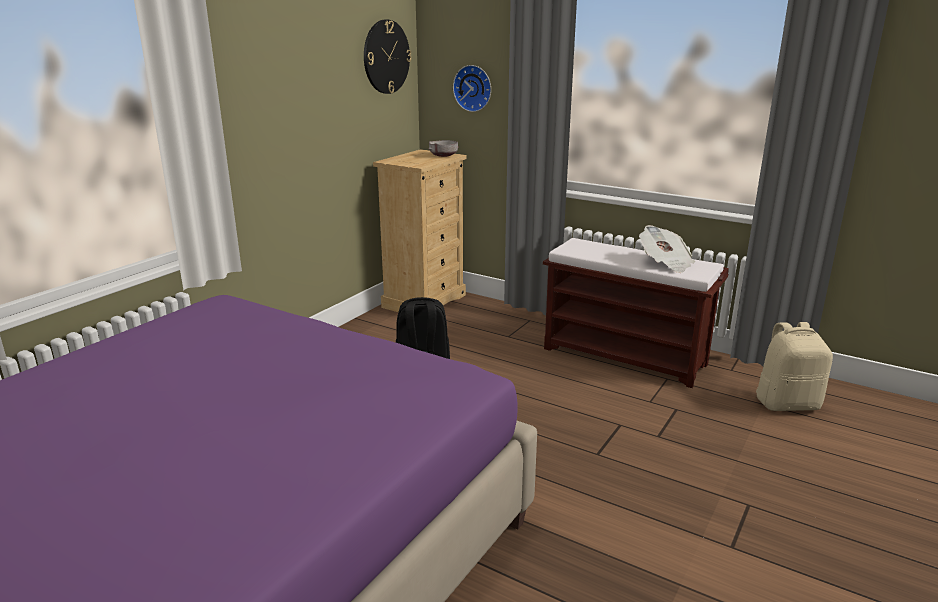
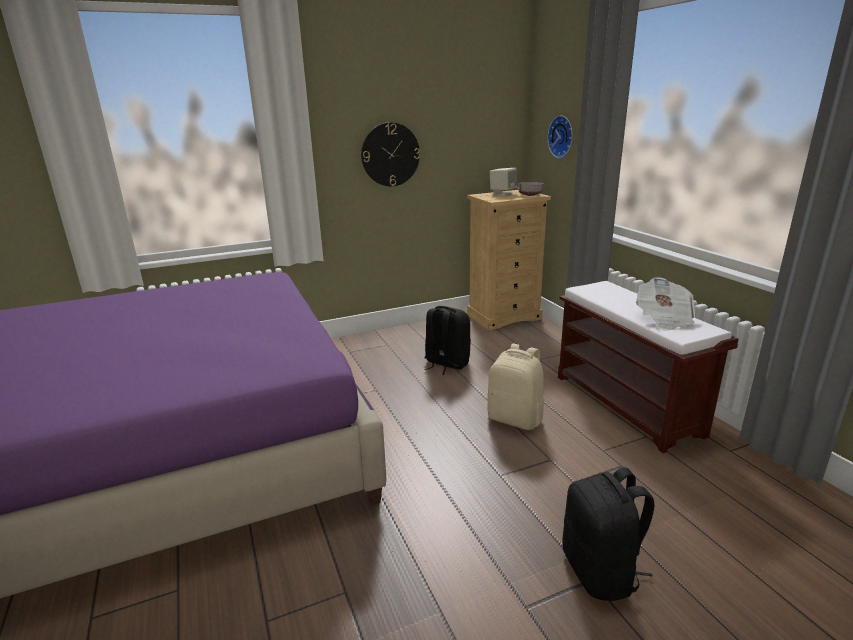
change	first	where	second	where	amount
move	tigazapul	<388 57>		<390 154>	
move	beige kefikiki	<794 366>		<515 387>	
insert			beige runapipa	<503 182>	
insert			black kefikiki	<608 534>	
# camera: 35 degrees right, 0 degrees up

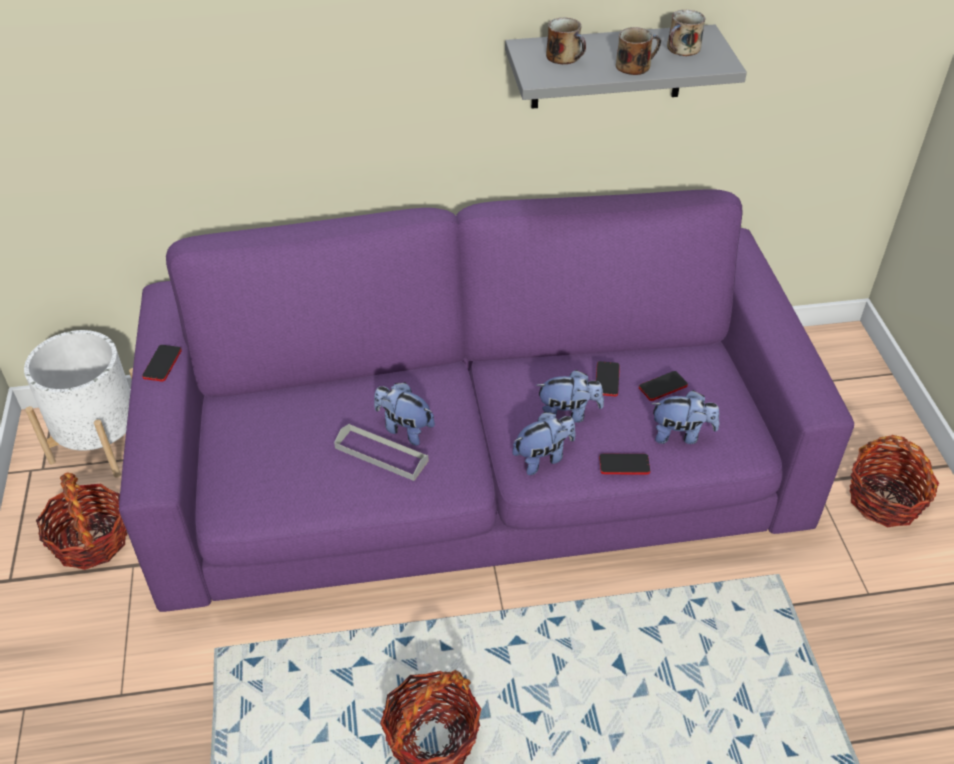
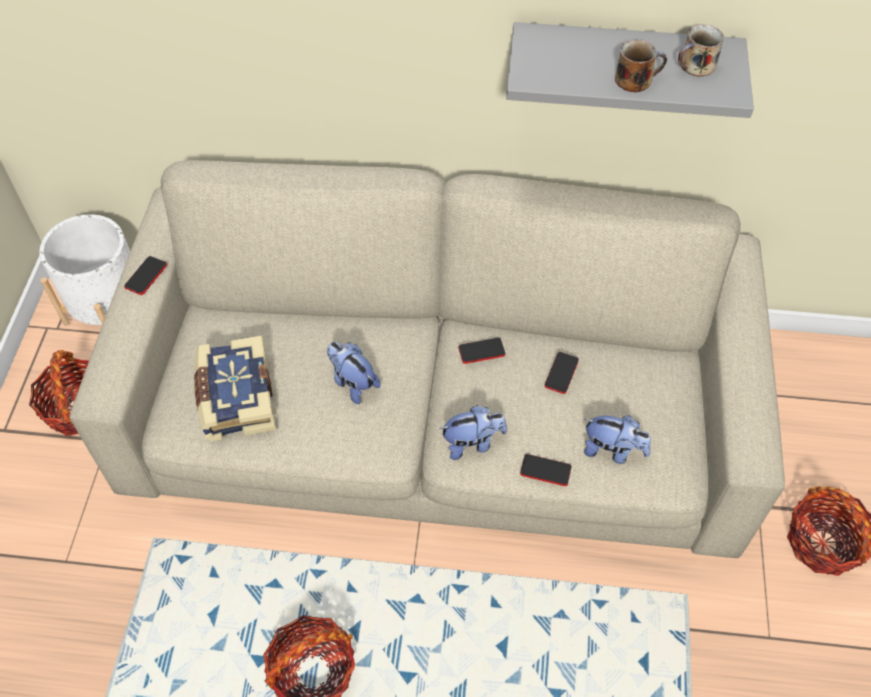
change	first	where	second	where	amount
recolor	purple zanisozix	<486 400>	beige zanisozix	<427 359>	
insert			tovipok	<235 388>	
move	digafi	<663 386>		<482 351>	
delete	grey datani	<381 452>			
delete	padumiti	<570 396>			
delete	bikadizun	<566 41>			
# camera: 15 degrees right, 10 degrees up

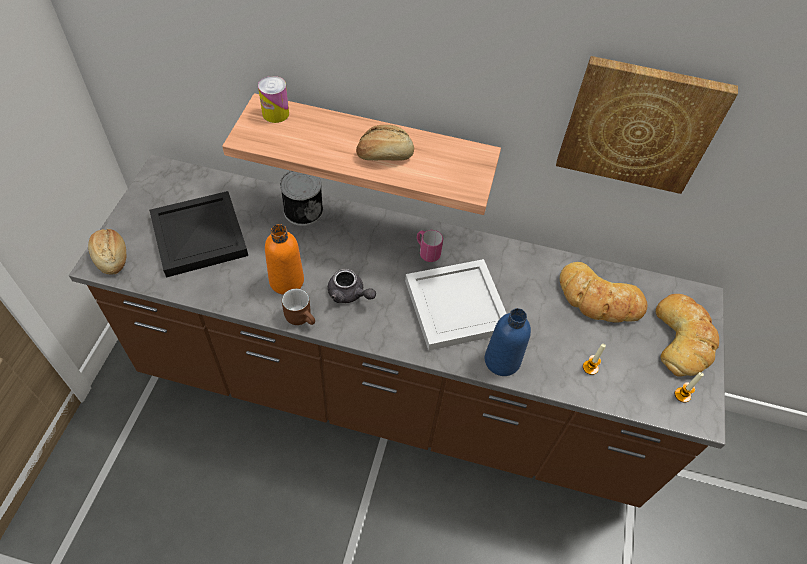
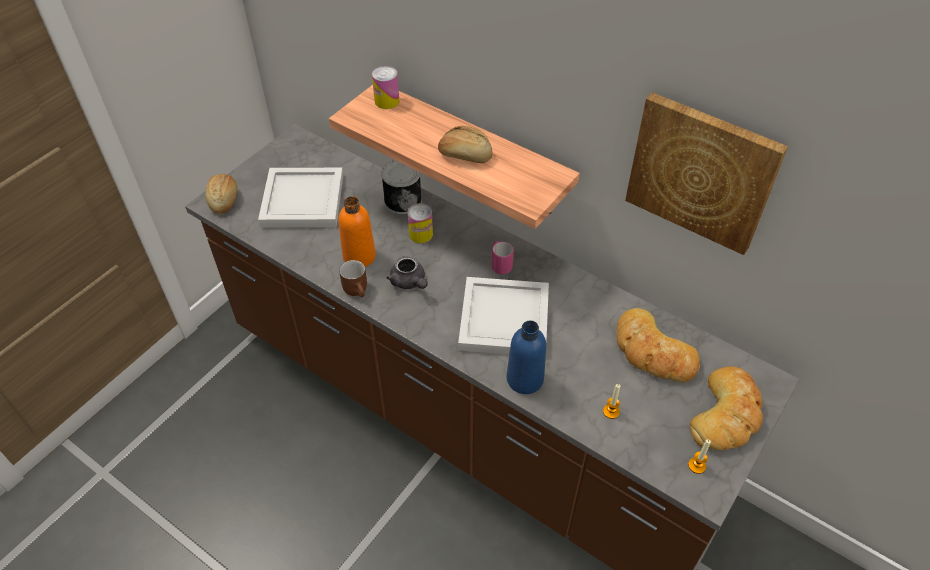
change	first	where	second	where	amount
recolor	black datani	<198 234>	white datani	<300 198>	
insert			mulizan	<420 223>	
# camera: 25 degrees right, 5 degrees down

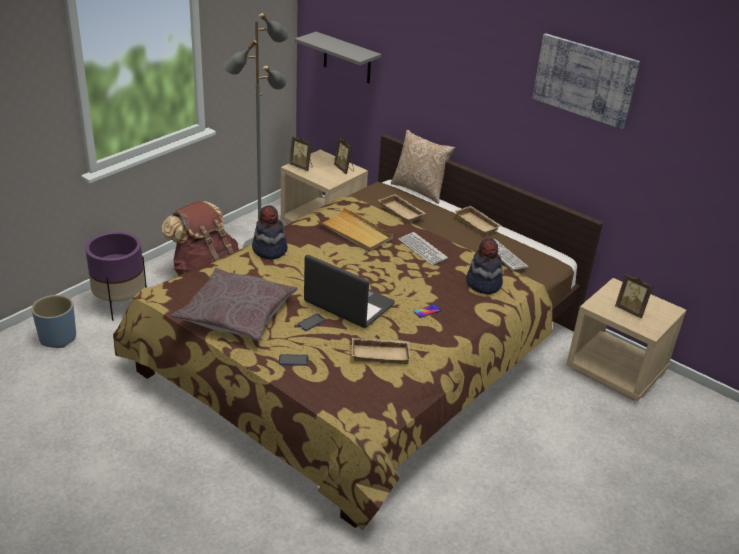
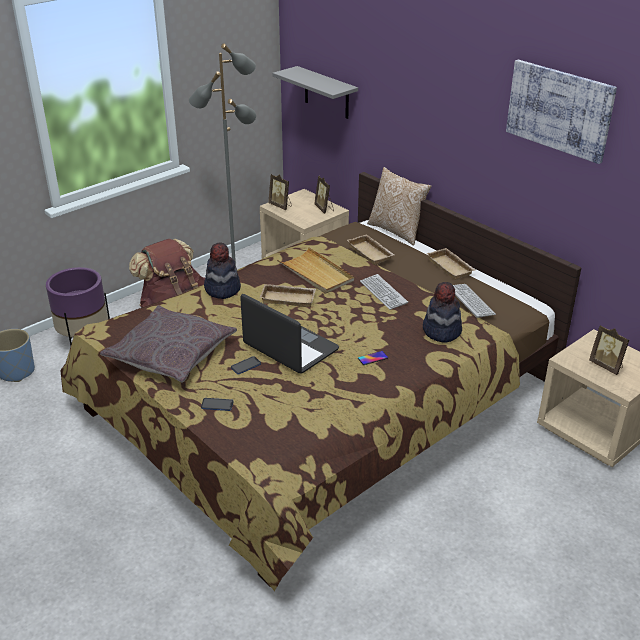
change	first	where	second	where	amount
move	beige datani	<380 351>		<288 295>	
# camera: 10 degrees right, 0 degrees up

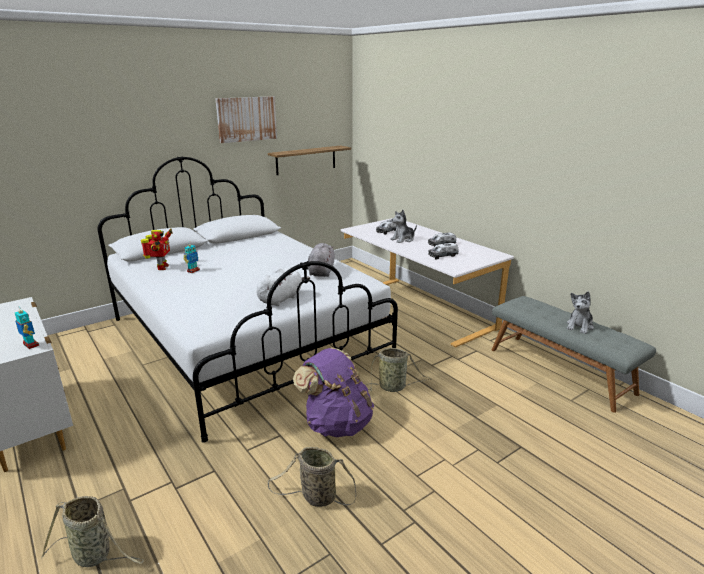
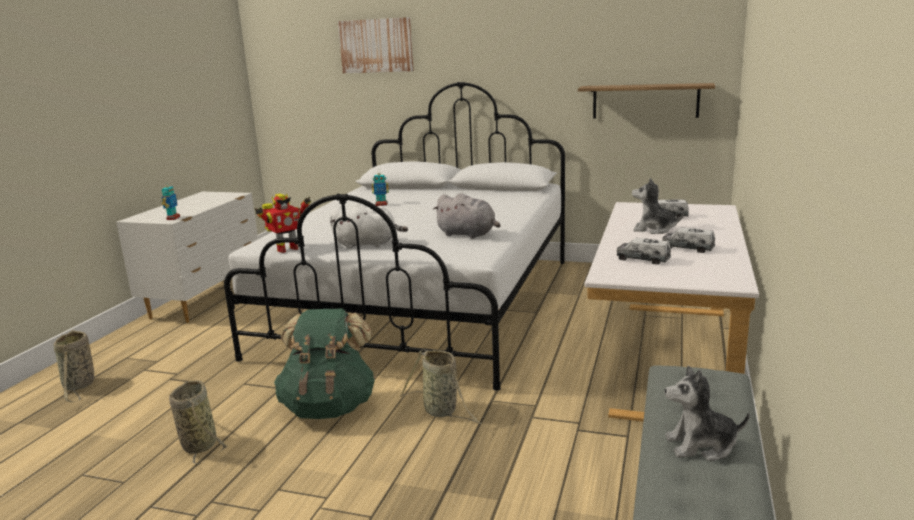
change	first	where	second	where	amount
move	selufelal	<157 249>		<283 223>	
recolor	purple kefikiki	<333 392>	green kefikiki	<325 364>	
move	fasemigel	<246 119>		<376 45>	
rotate	grey padumiti	<321 260>		<466 216>	60 degrees clockwise
# camera: 55 degrees right, 5 degrees down

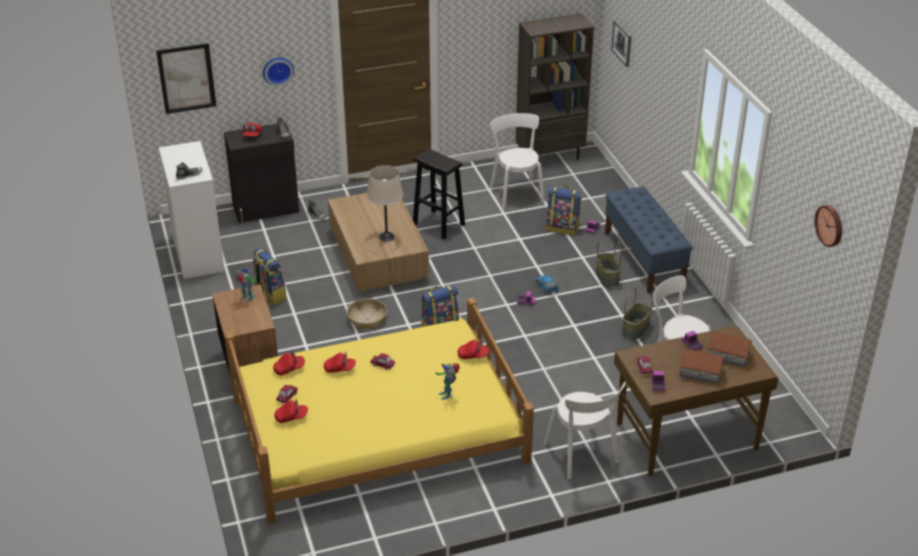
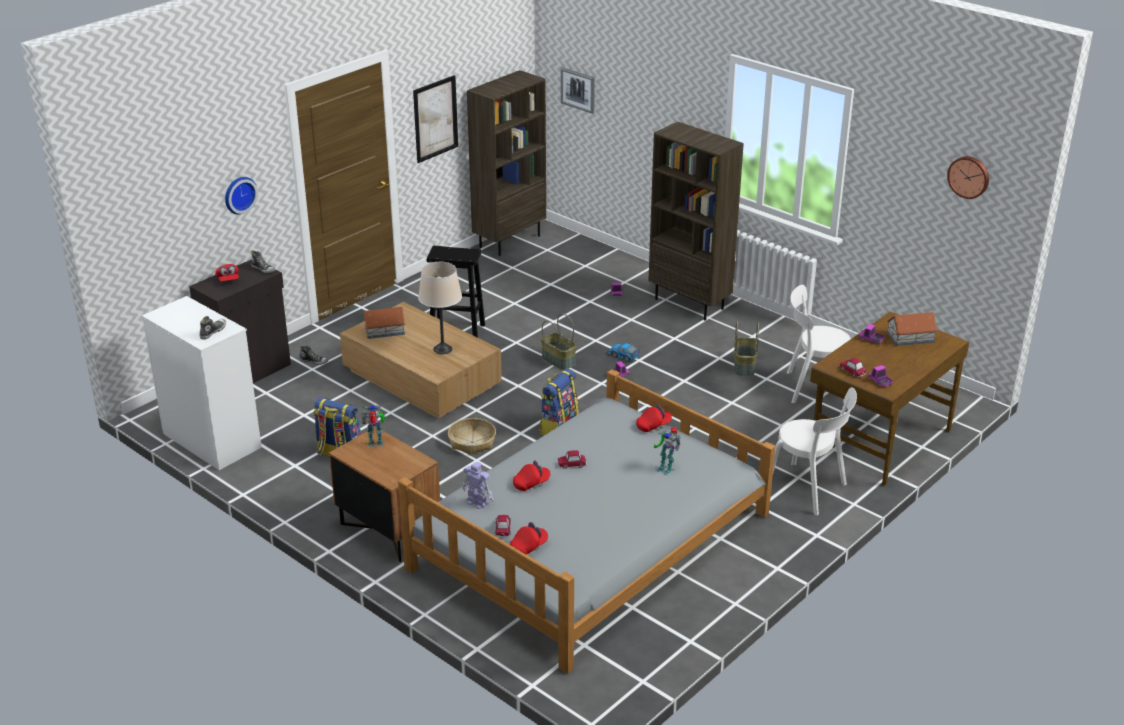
change	first	where	second	where	amount
move	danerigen	<701 366>		<384 323>	
recolor	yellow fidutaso	<379 410>	grey fidutaso	<586 521>	
move	fasemigel	<186 78>		<435 119>	
replace	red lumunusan	<289 362>	selufelal	<478 485>	
move	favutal	<609 264>		<559 341>	
replace	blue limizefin	<649 240>	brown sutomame	<696 221>	
delete	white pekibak	<517 161>			
delete	kefikiki	<563 210>			
# camera: 30 degrees left, 5 degrees down

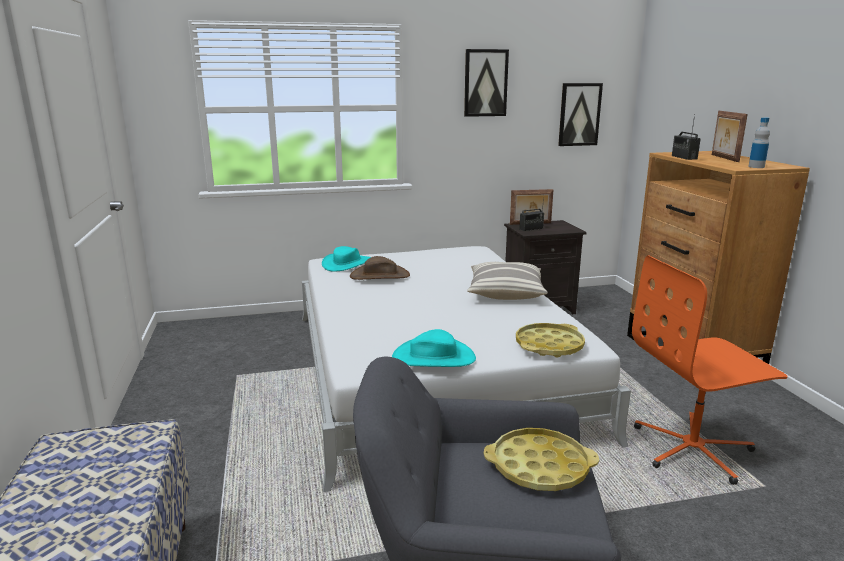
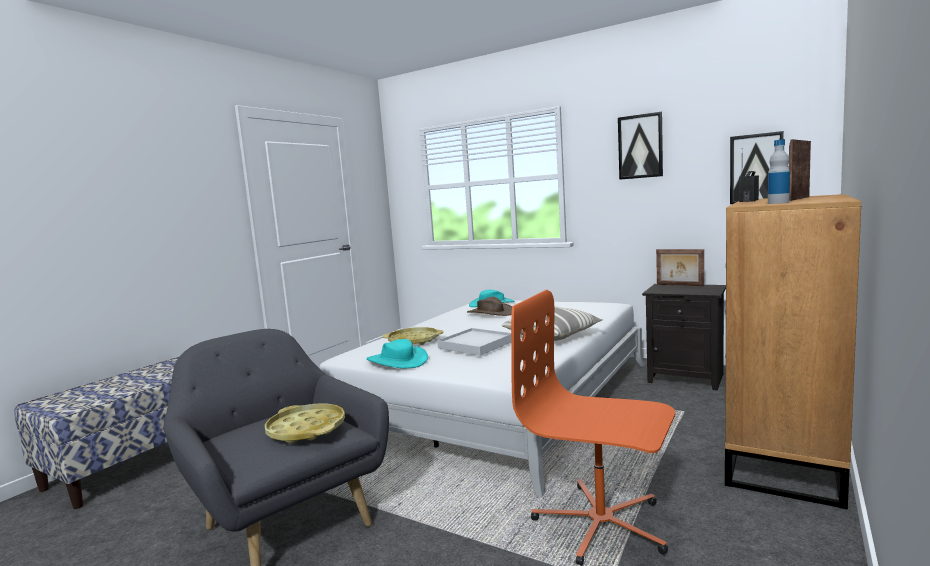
change	first	where	second	where	amount
move	yellow datani	<550 340>		<413 336>	
insert			white datani	<474 342>	
delete	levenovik	<531 213>			
# camera: 45 degrees right, 10 degrees down

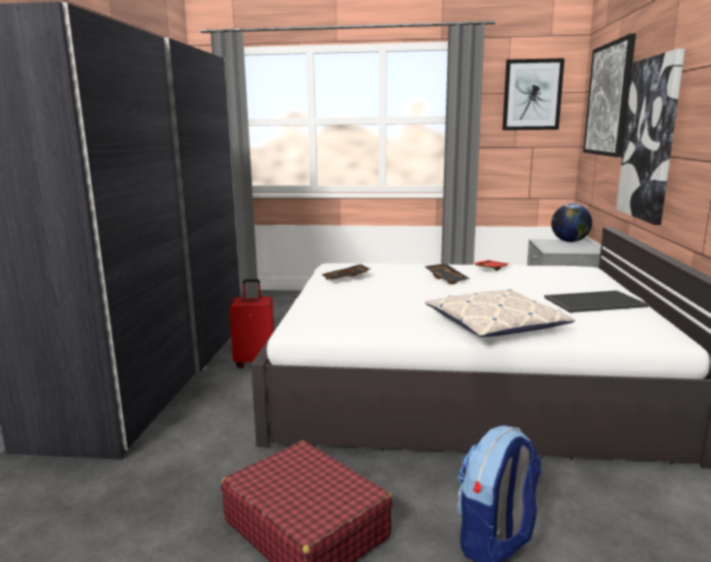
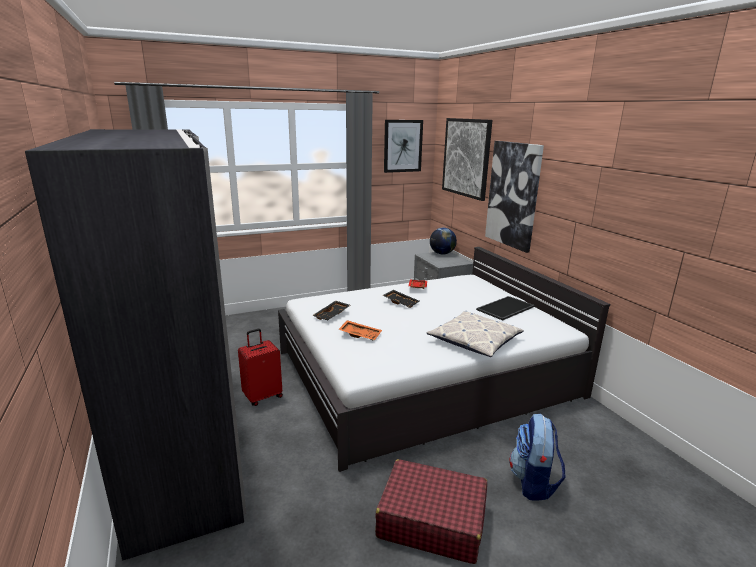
change	first	where	second	where	amount
insert			orange datani	<360 330>	
# camera: 30 degrees left, 5 degrees up

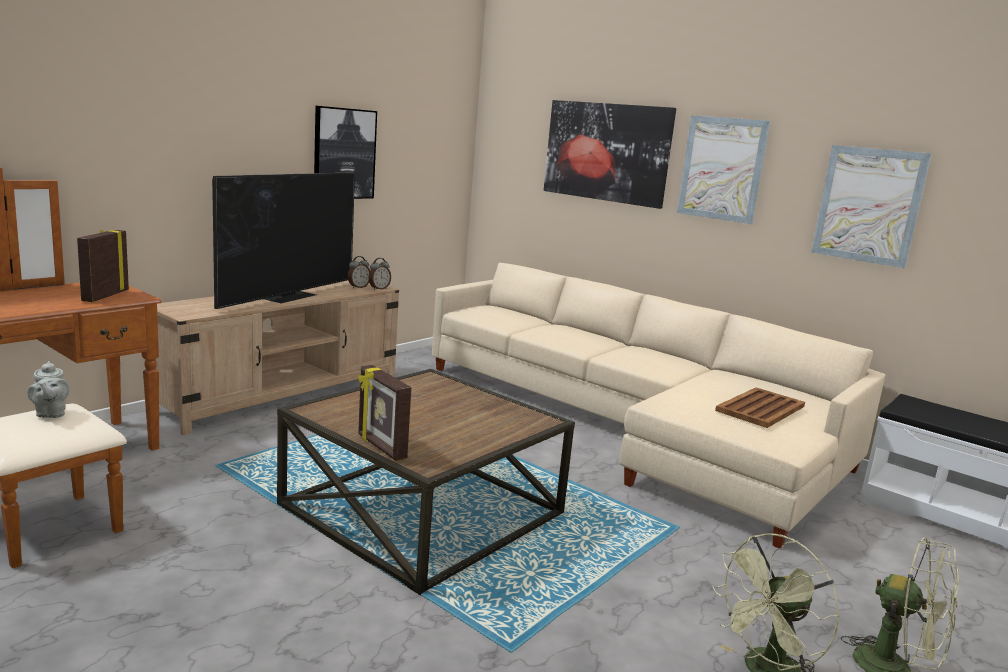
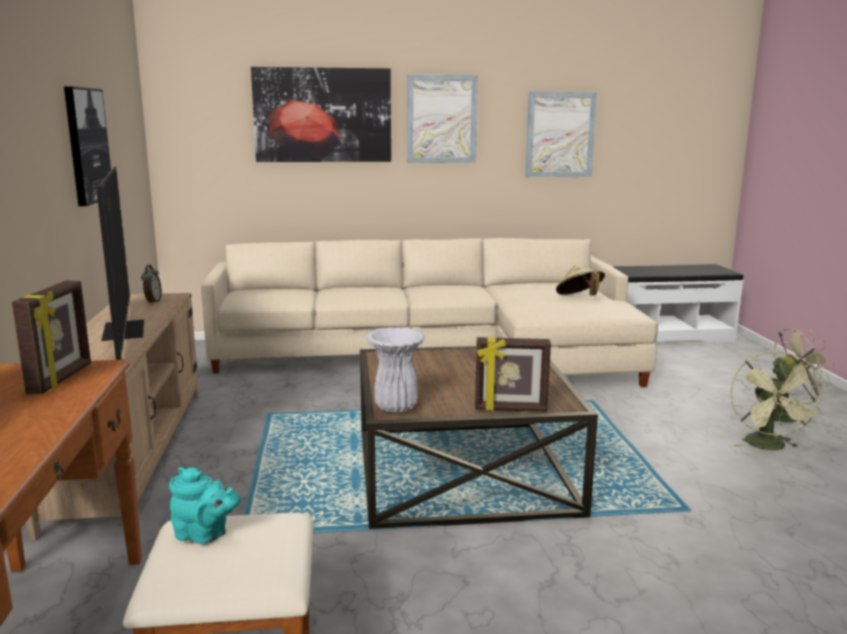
change	first	where	second	where	amount
rotate	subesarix	<103 265>		<51 337>	135 degrees counterclockwise
recolor	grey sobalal	<48 389>	turquoise sobalal	<205 505>	
insert			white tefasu	<395 370>	
replace	brown datani	<760 407>	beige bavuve	<580 280>	
delete	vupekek	<379 274>			
# camera: 45 degrees left, 0 degrees up

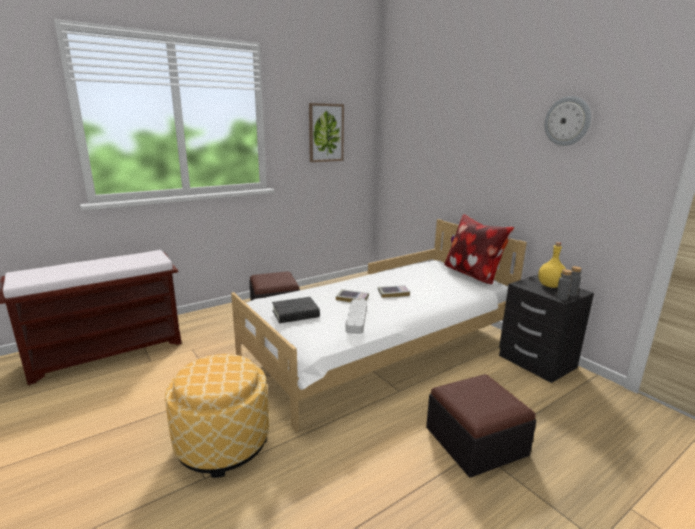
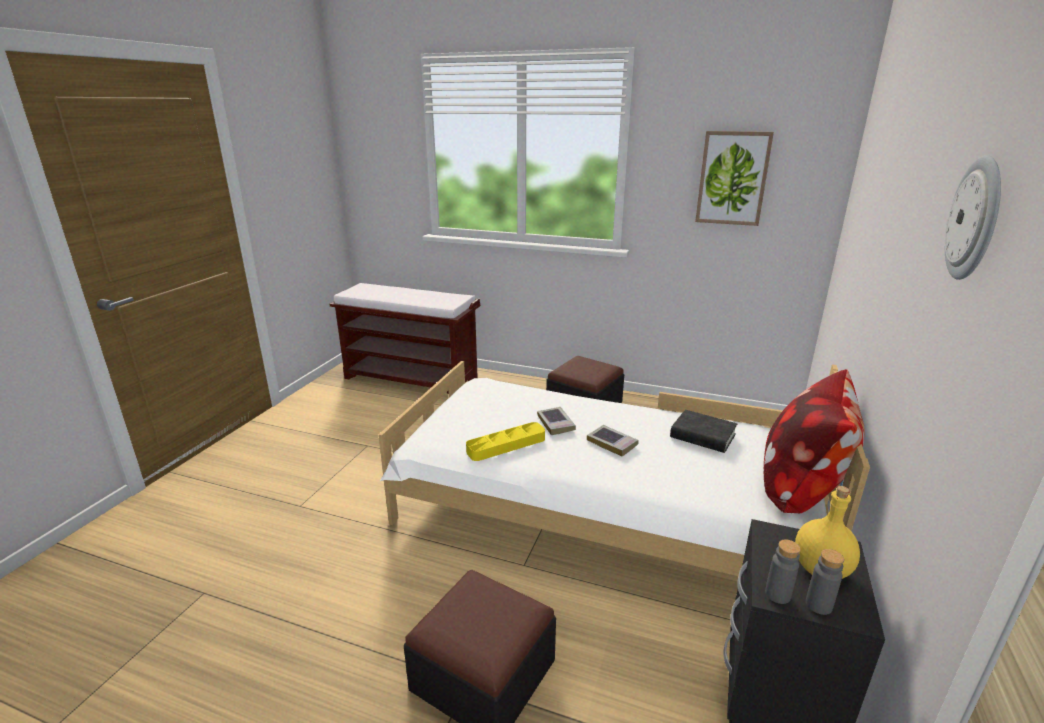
change	first	where	second	where	amount
recolor	grey datani	<356 316>	yellow datani	<505 441>	
move	black tovipok	<296 310>		<703 431>	
delete	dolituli	<217 416>			
# camera: 55 degrees right, 5 degrees up

